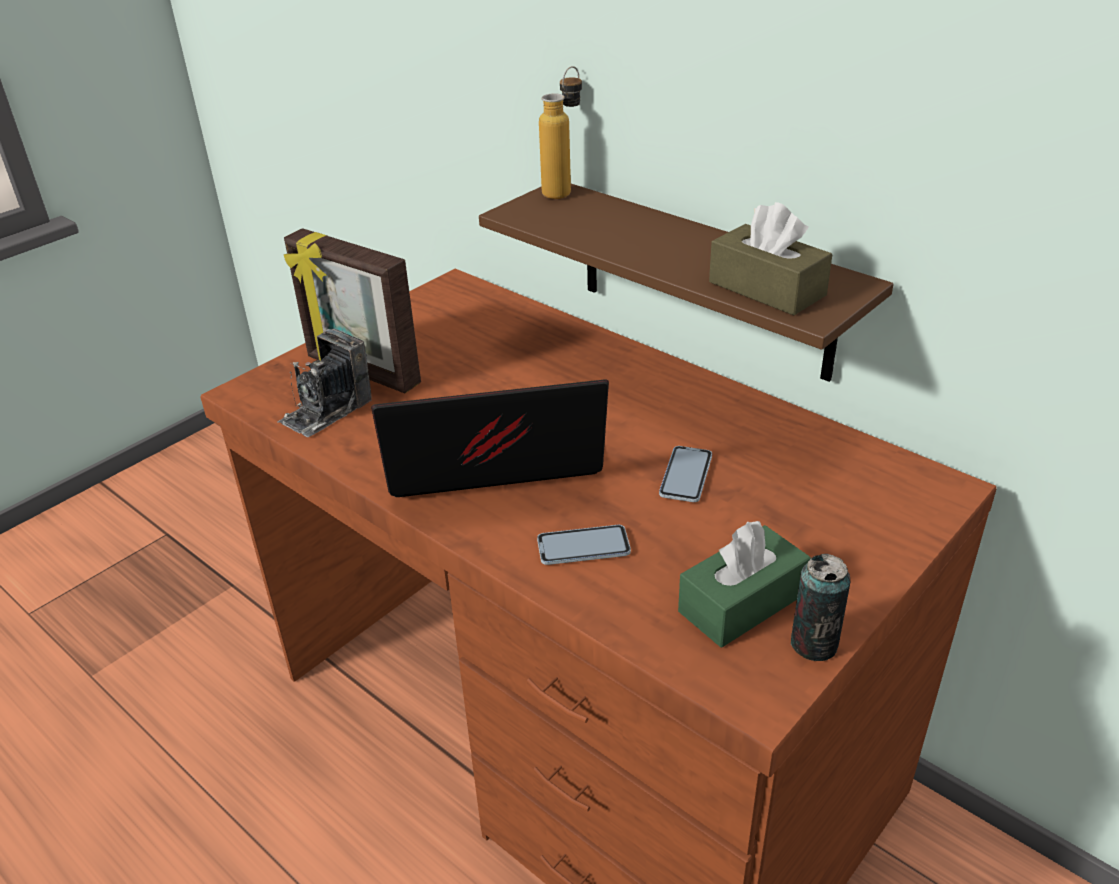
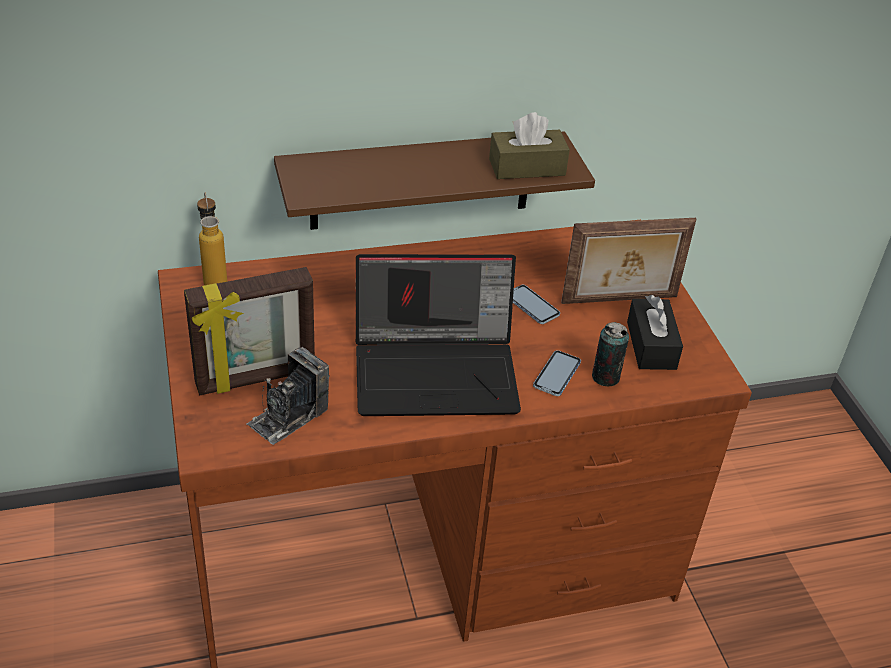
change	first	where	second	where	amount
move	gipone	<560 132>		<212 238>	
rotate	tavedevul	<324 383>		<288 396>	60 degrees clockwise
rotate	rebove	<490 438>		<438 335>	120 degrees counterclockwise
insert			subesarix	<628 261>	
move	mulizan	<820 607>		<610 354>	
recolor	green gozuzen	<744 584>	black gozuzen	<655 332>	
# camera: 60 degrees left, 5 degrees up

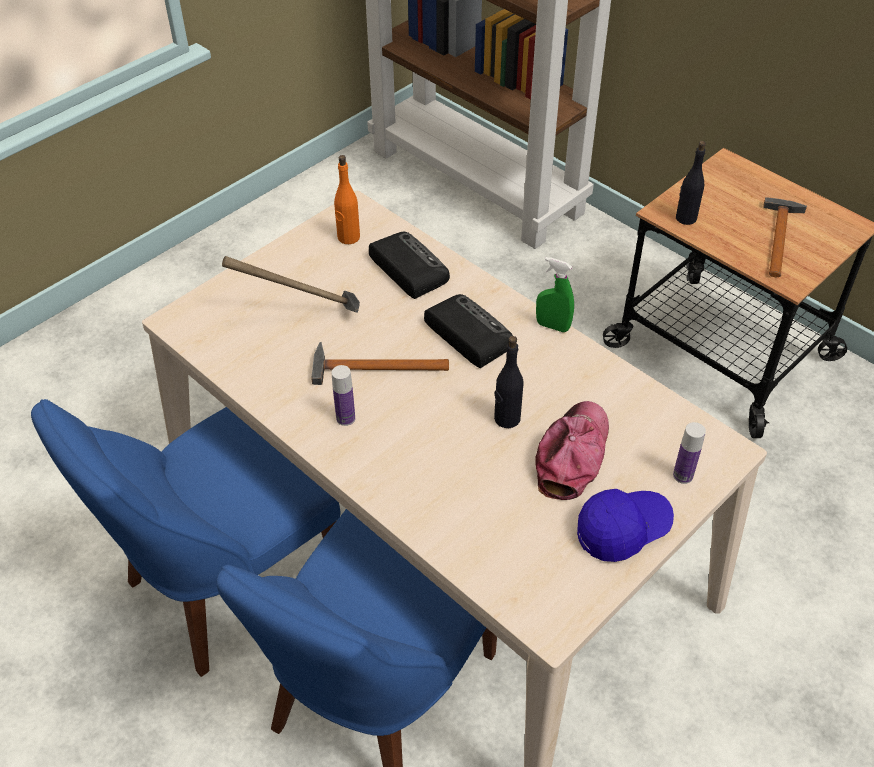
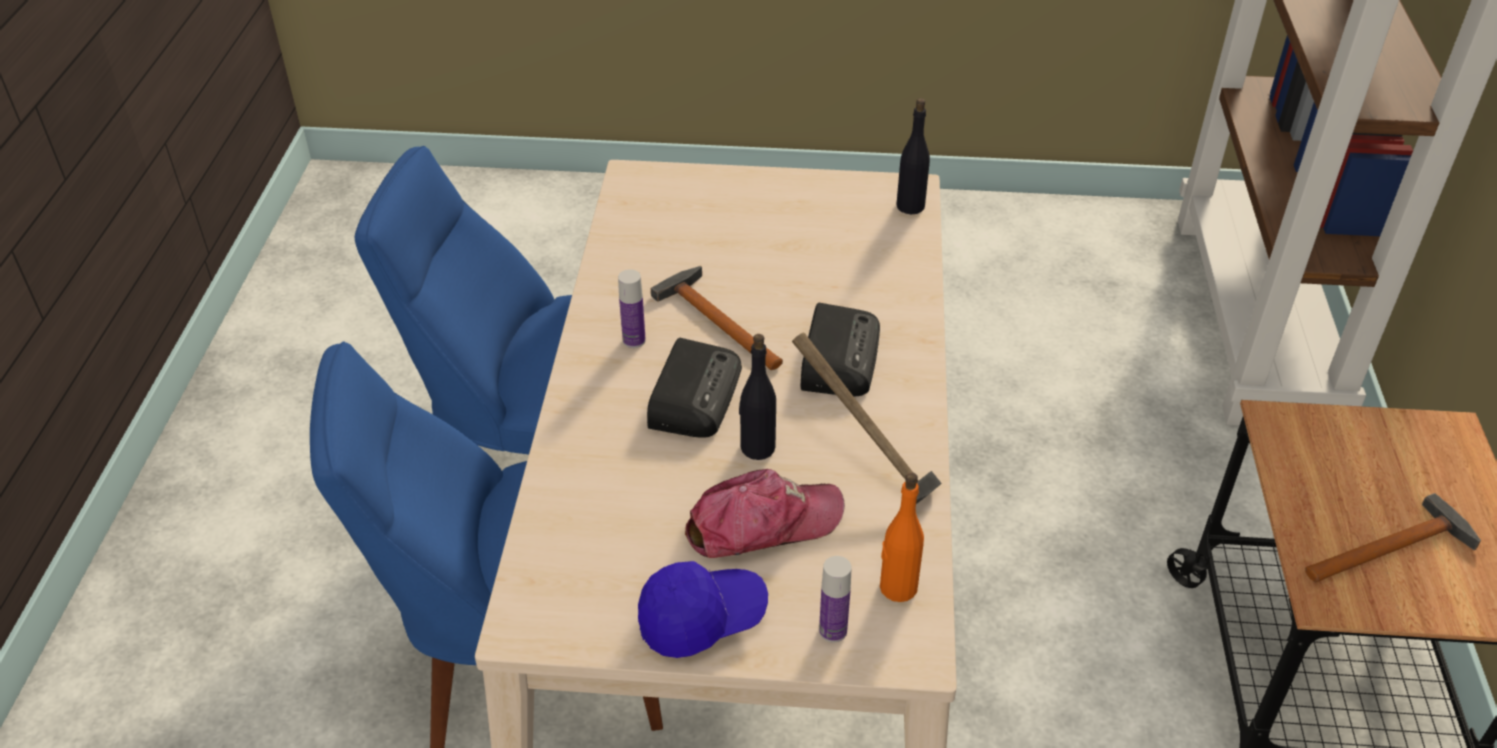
change	first	where	second	where	amount
rotate	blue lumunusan	<625 525>		<703 609>	45 degrees counterclockwise
move	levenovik	<409 265>		<694 388>	
move	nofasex	<291 284>		<866 418>	
move	orange gipone	<347 199>		<902 537>	
move	black gipone	<691 183>		<913 156>	
delete	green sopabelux	<555 294>			
# camera: 50 degrees right, 5 degrees down

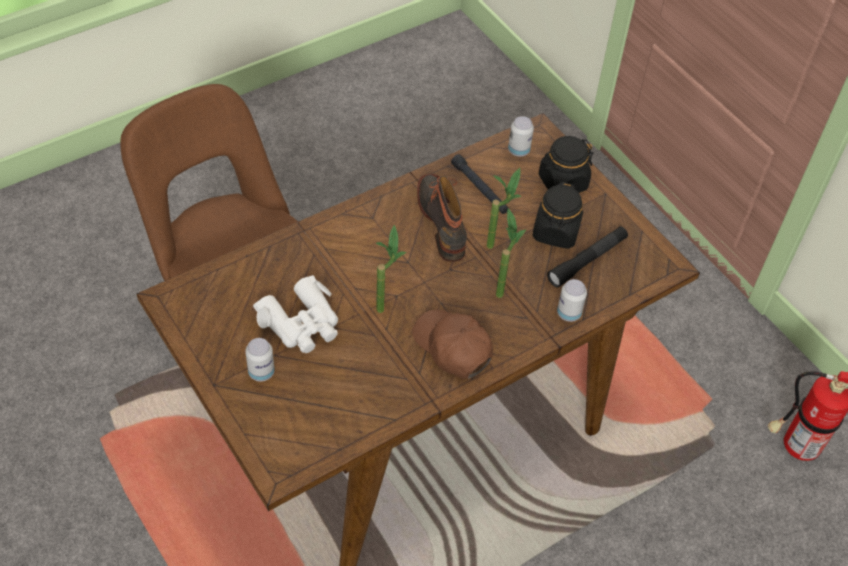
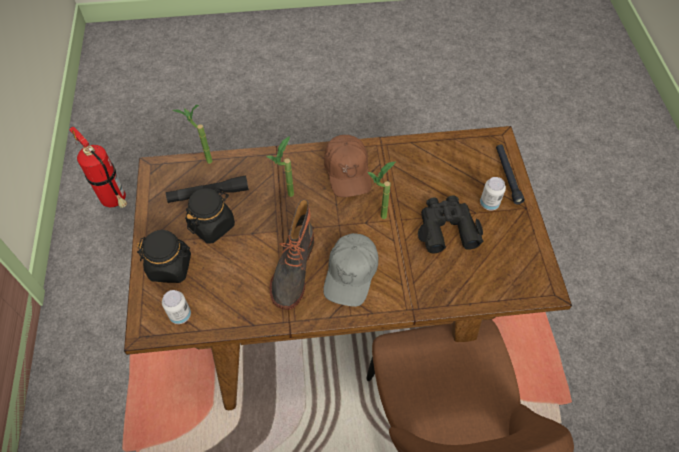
change	first	where	second	where	amount
move	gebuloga	<504 208>		<193 134>	
insert			grey lumunusan	<350 270>	
recolor	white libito	<295 314>	black libito	<451 224>	
move	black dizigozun	<480 184>		<510 174>	
delete	mulizan	<572 300>			
# camera: 150 degrees left, 5 degrees up

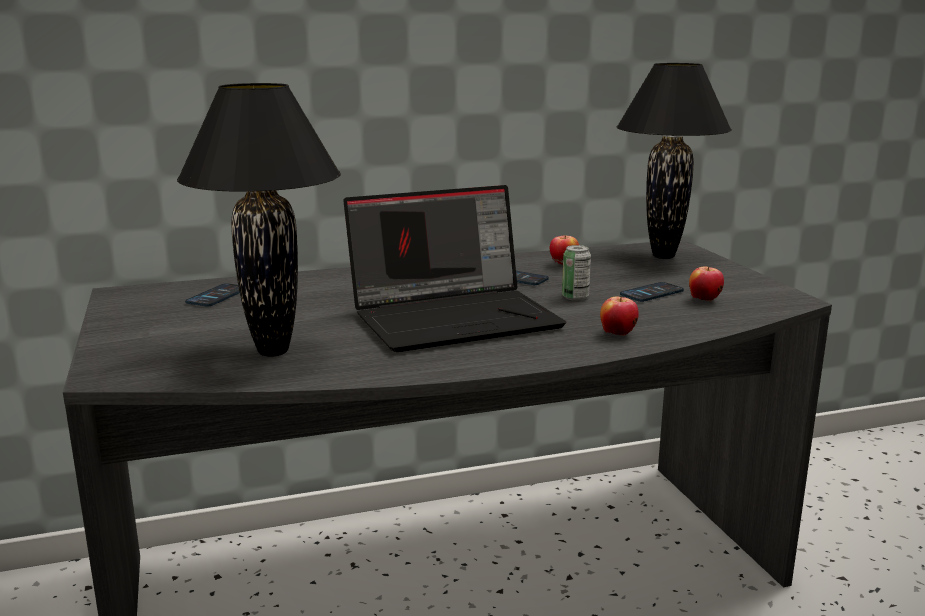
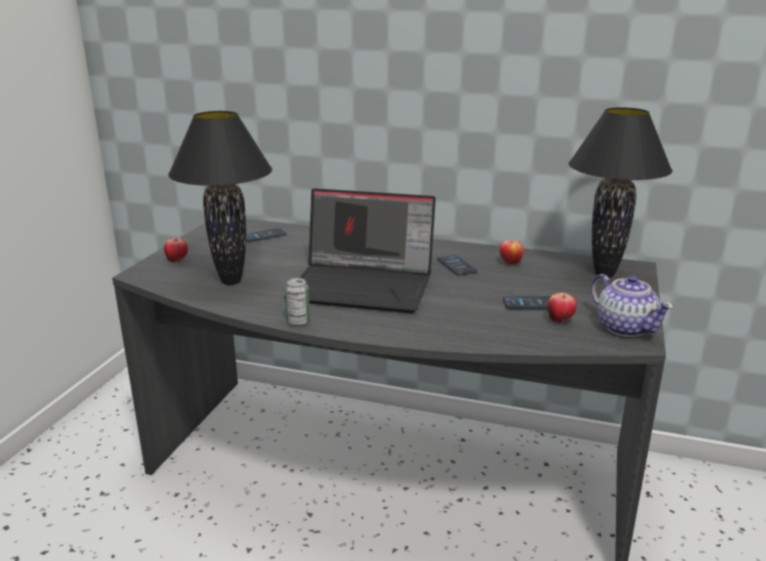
change	first	where	second	where	amount
move	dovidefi	<619 316>		<176 250>	
move	mulizan	<576 273>		<297 302>	
insert			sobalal	<632 305>	
# camera: 35 degrees right, 5 degrees up

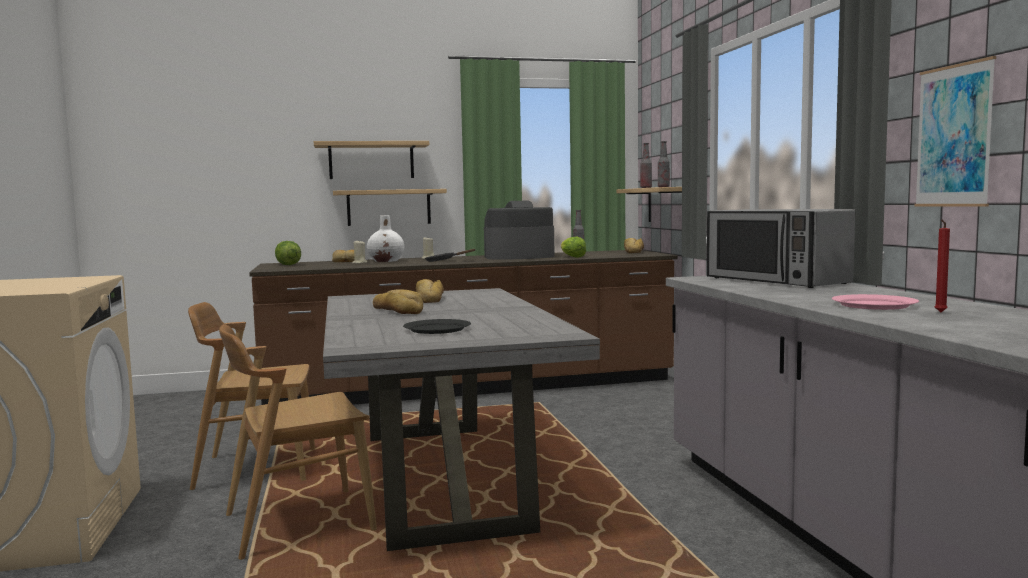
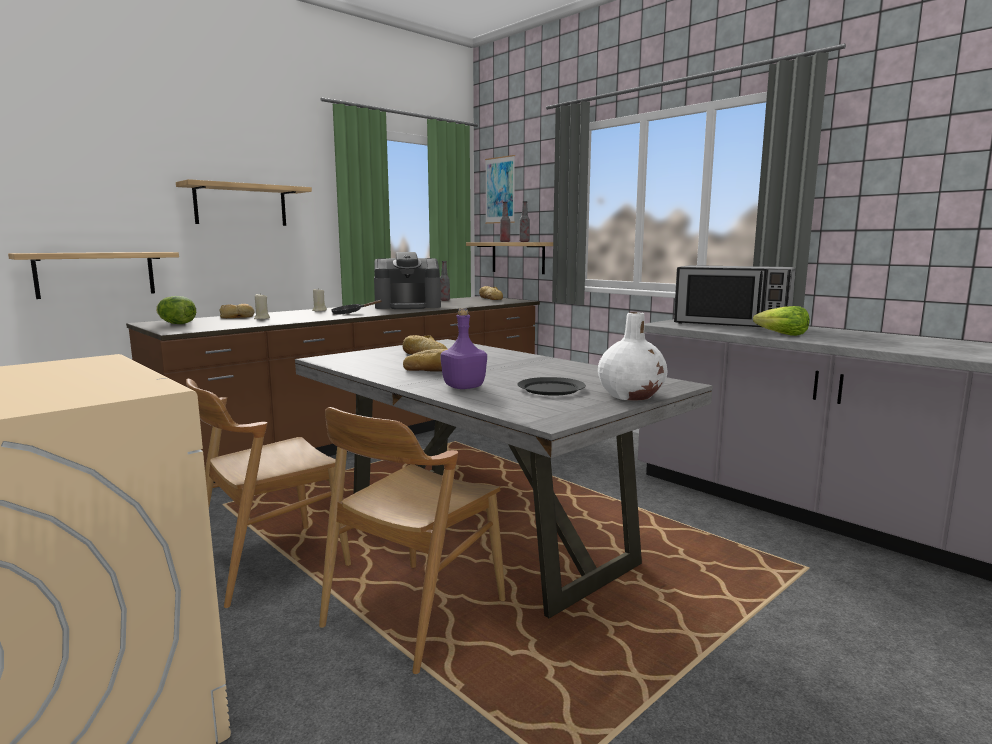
change	first	where	second	where	amount
move	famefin	<390 207>		<93 275>	
rotate	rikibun	<519 230>		<407 280>	150 degrees counterclockwise
insert			purple gipone	<463 348>	
move	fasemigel	<955 131>		<500 189>	
move	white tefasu	<385 238>		<633 356>	
move	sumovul	<573 247>		<781 321>	
delete	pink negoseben	<875 302>			
delete	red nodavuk	<942 265>			
# camera: 30 degrees left, 5 degrees up

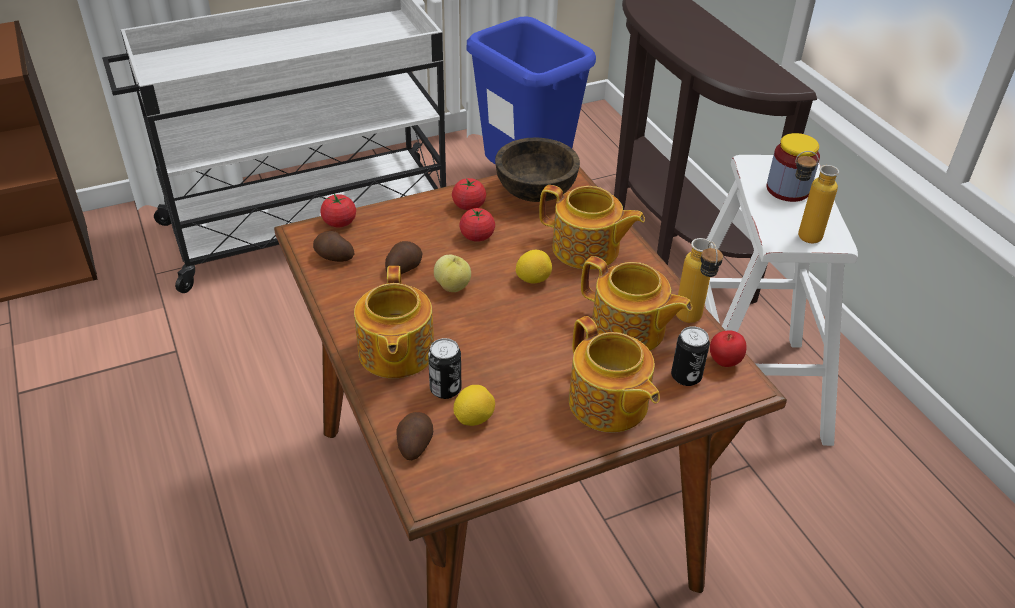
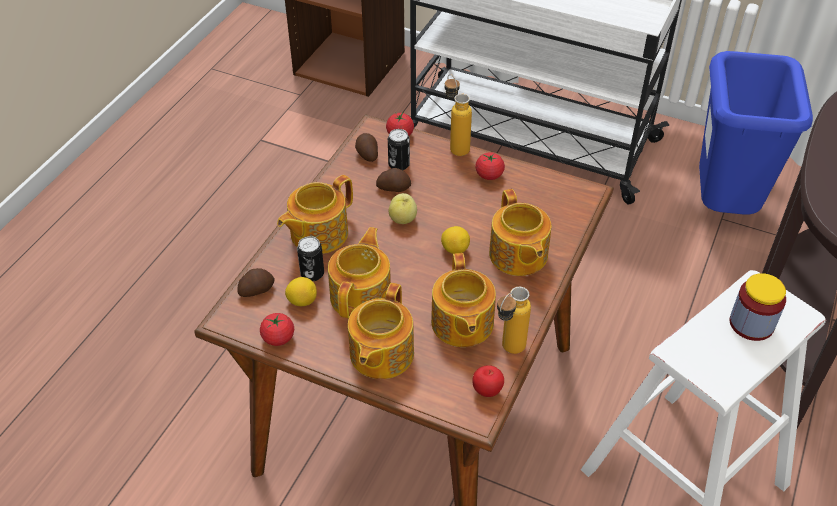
change	first	where	second	where	amount
move	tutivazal	<477 225>		<277 329>	
insert			sobalal	<359 273>	
move	mulizan	<690 356>		<399 149>	
move	gipone	<817 197>		<458 115>	
delete	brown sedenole	<537 169>			
# camera: 50 degrees right, 5 degrees up

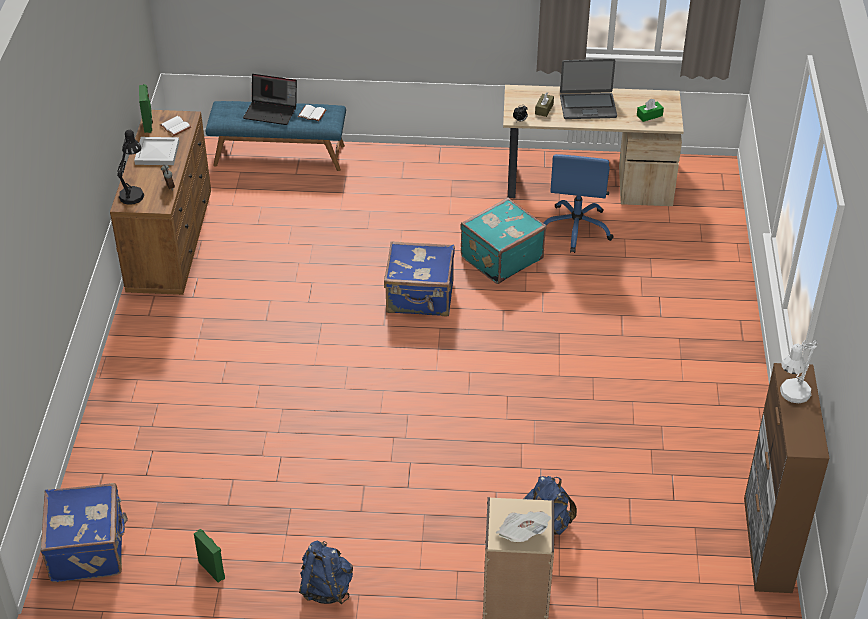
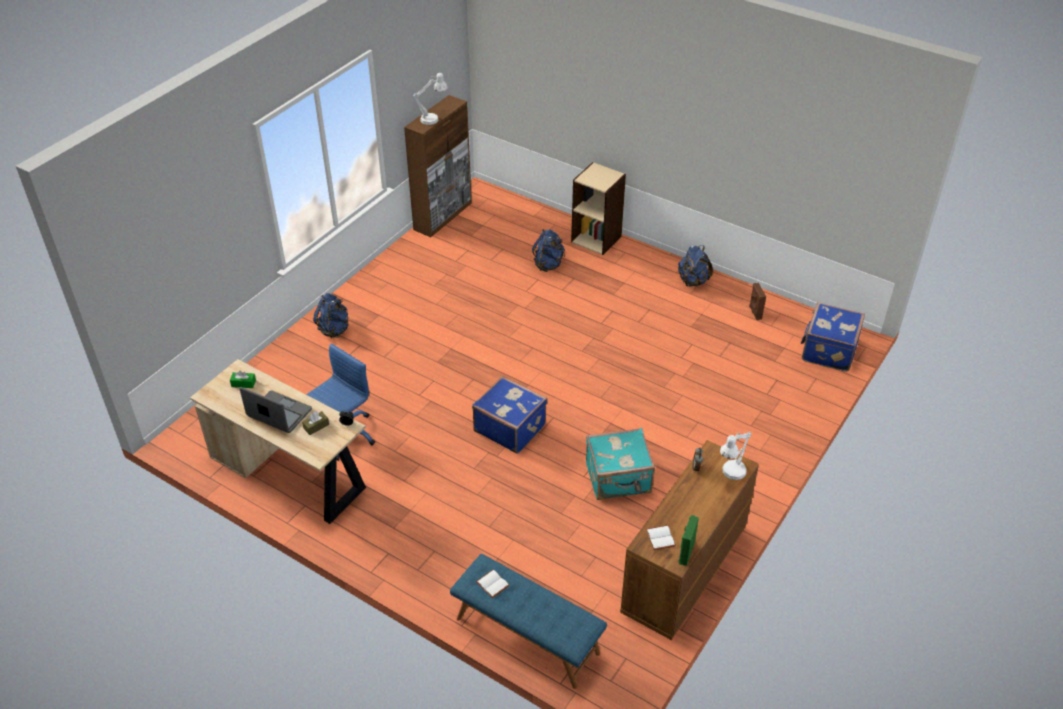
change	first	where	second	where	amount
insert			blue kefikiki	<330 315>	
move	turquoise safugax	<503 240>		<620 464>	
recolor	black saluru	<130 167>	white saluru	<736 455>	
recolor	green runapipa	<209 555>	brown runapipa	<757 301>	
delete	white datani	<156 151>			
delete	rebove	<270 99>			
delete	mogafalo	<523 526>			
# camera: 150 degrees left, 0 degrees up

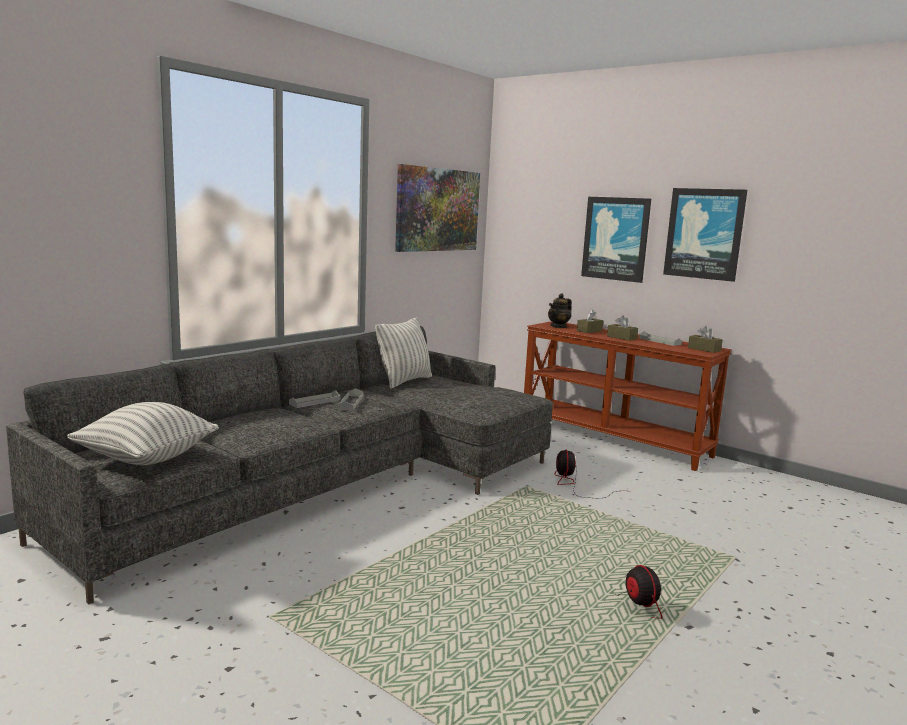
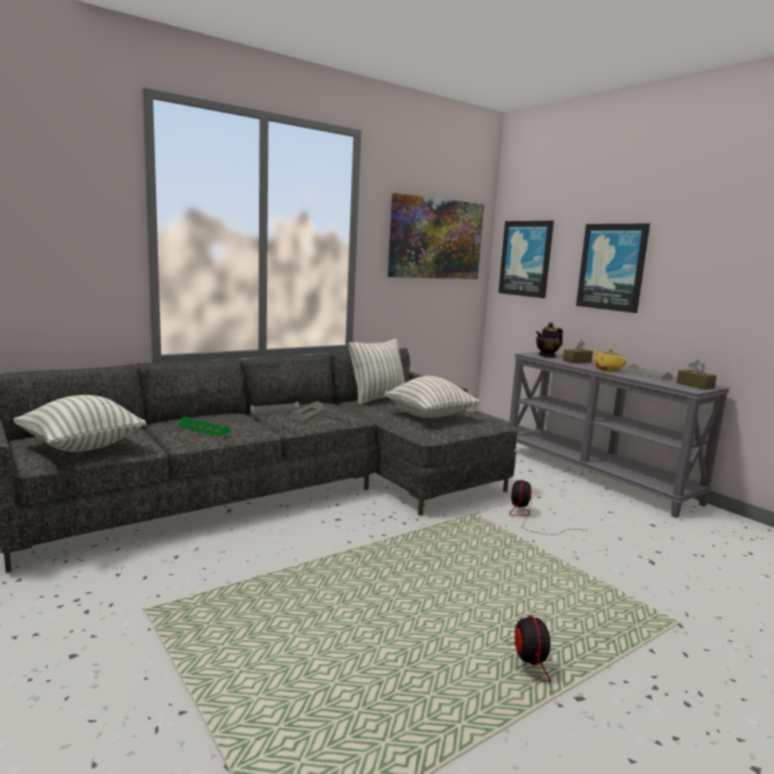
change	first	where	second	where	amount
insert			green datani	<204 426>	
insert			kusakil	<432 397>	
move	fasemigel	<705 235>		<526 259>	
recolor	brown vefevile	<628 396>	grey vefevile	<619 435>	
replace	brown gozuzen	<622 328>	yellow sobalal	<610 360>	
# camera: 15 degrees right, 0 degrees up

